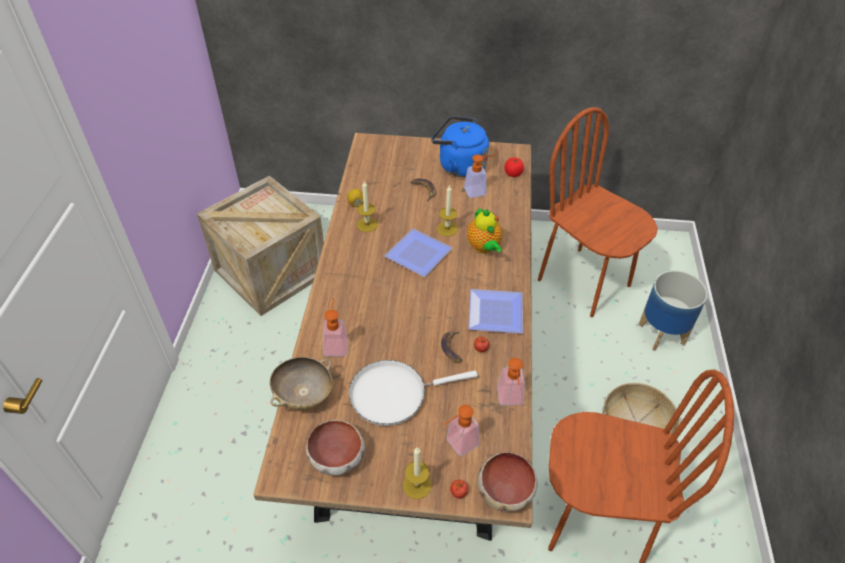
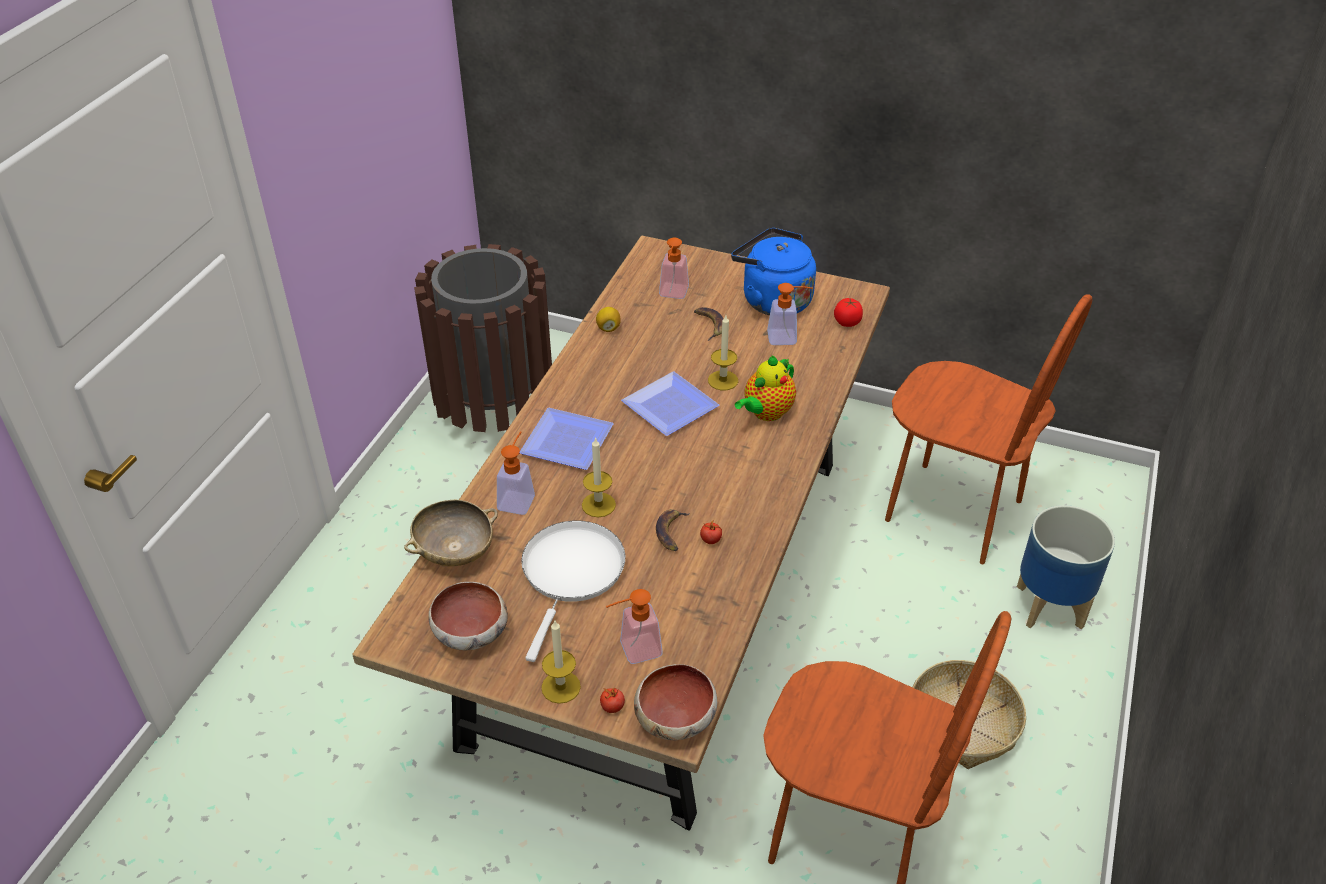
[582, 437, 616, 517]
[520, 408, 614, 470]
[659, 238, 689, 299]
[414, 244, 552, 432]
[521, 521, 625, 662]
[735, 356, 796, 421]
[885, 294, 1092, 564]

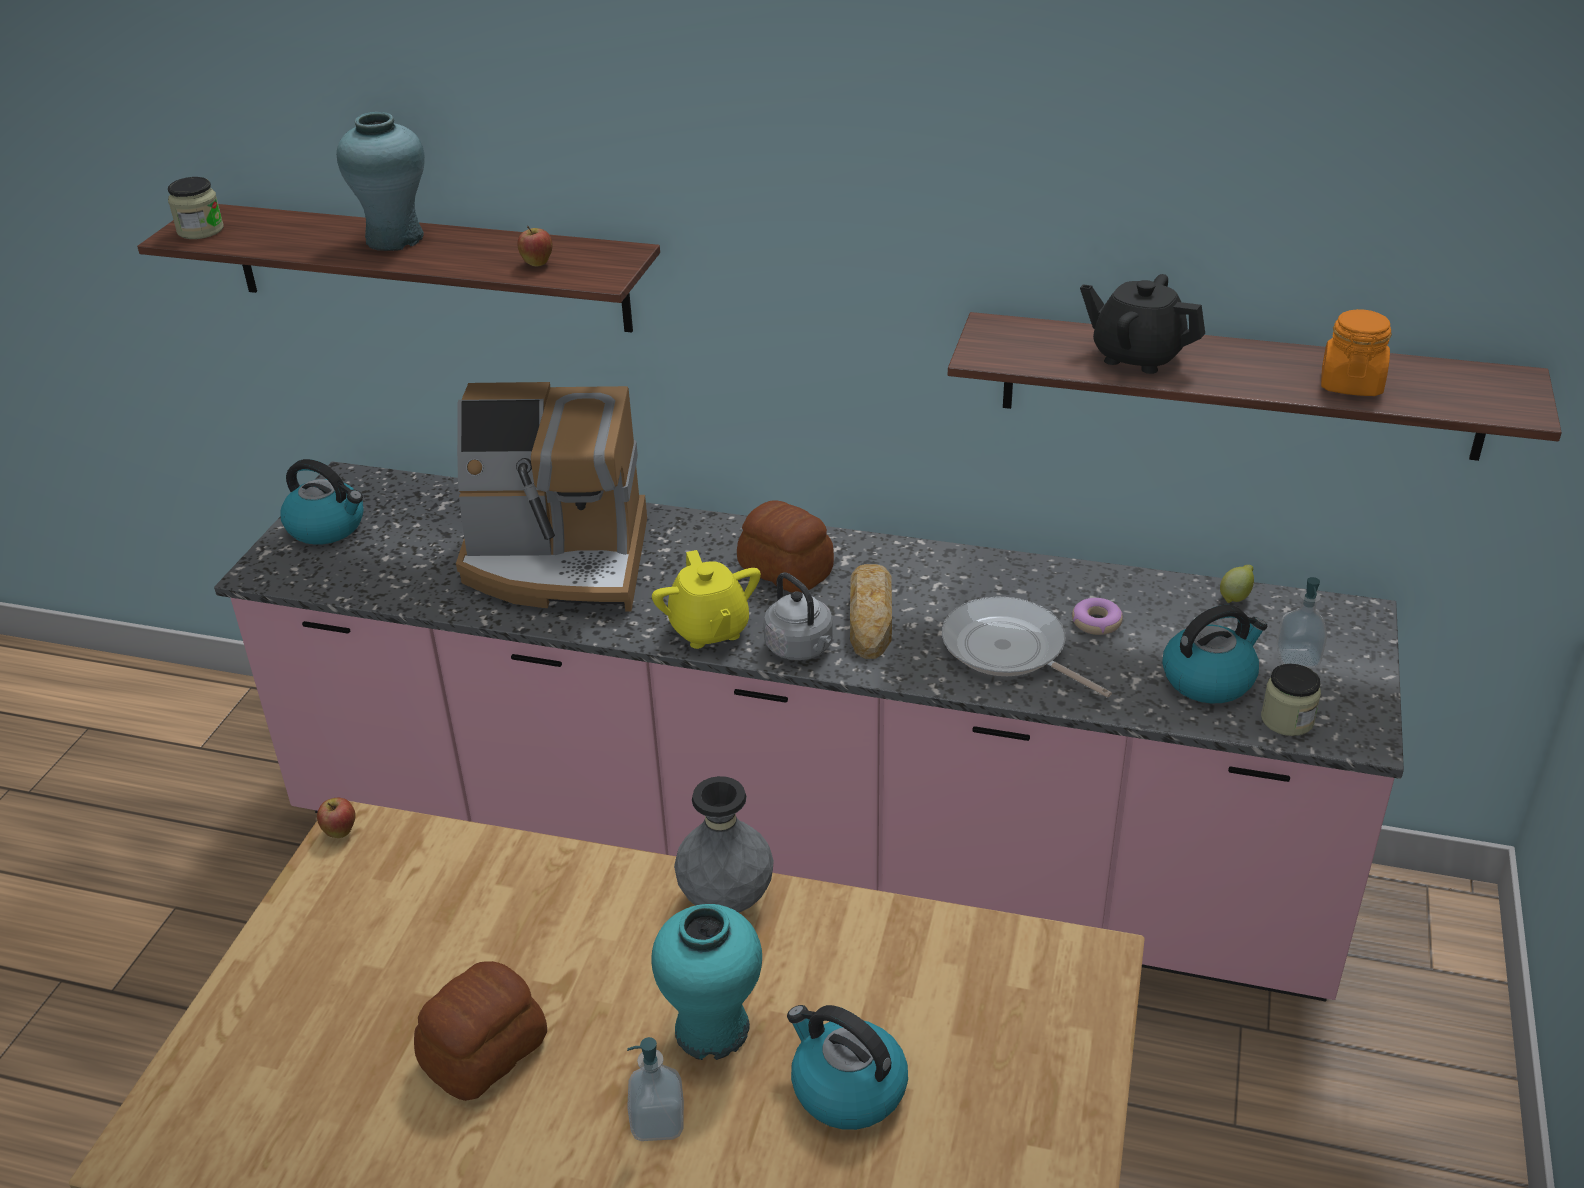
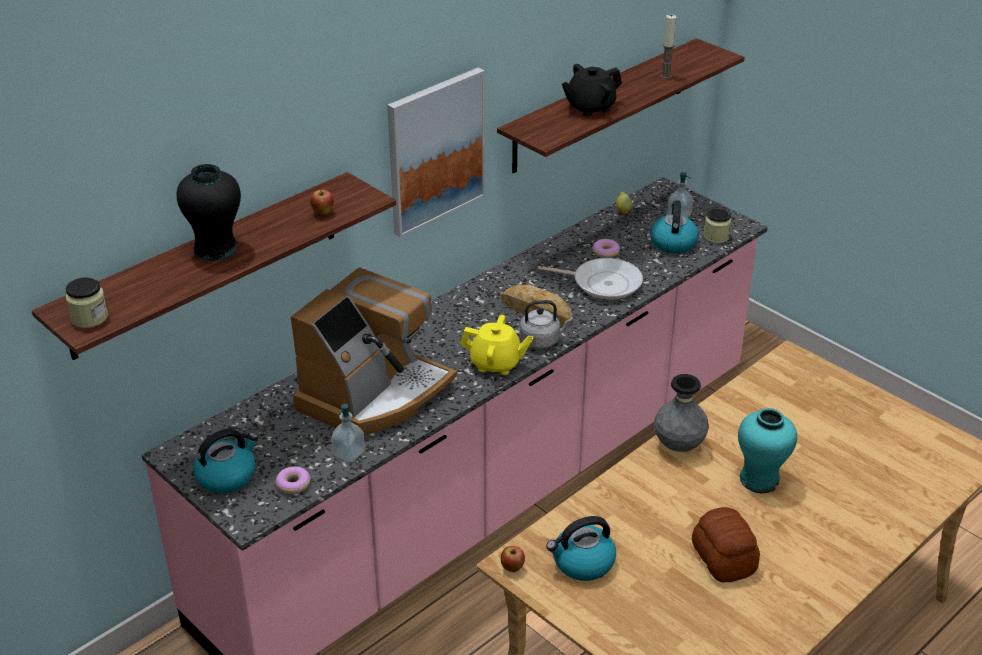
[737, 500, 834, 593] (first image)
[276, 466, 311, 494]
[387, 68, 485, 238]
[331, 404, 365, 462]
[546, 516, 616, 581]
[661, 14, 677, 79]
[177, 164, 241, 261]
[538, 258, 643, 299]

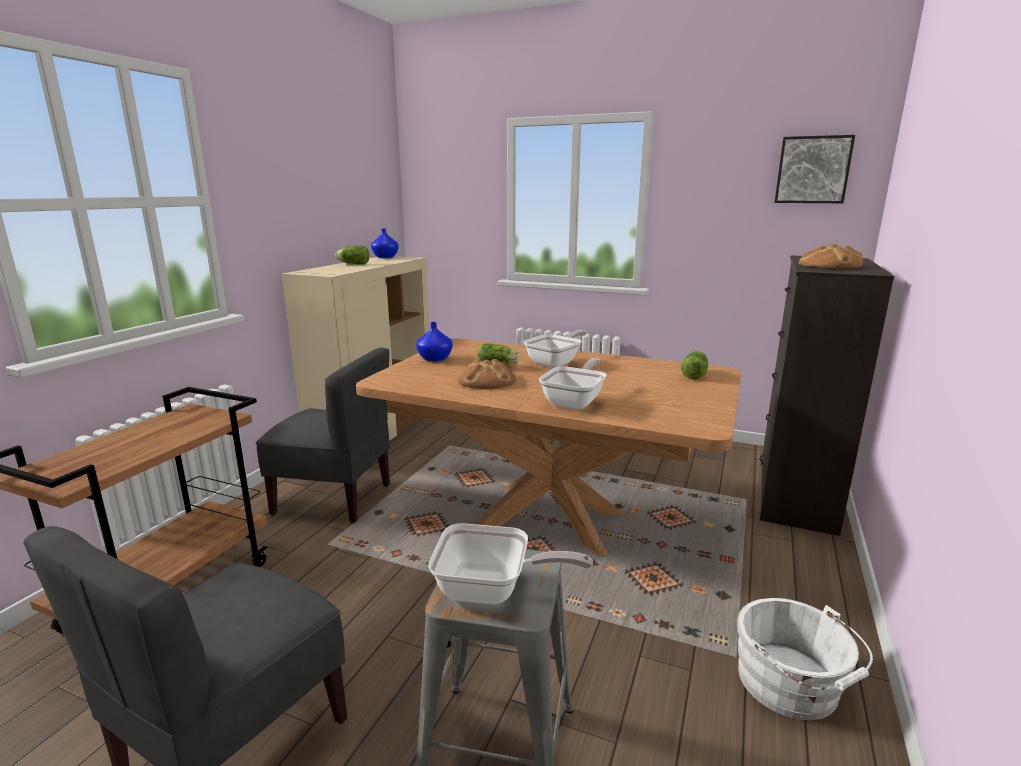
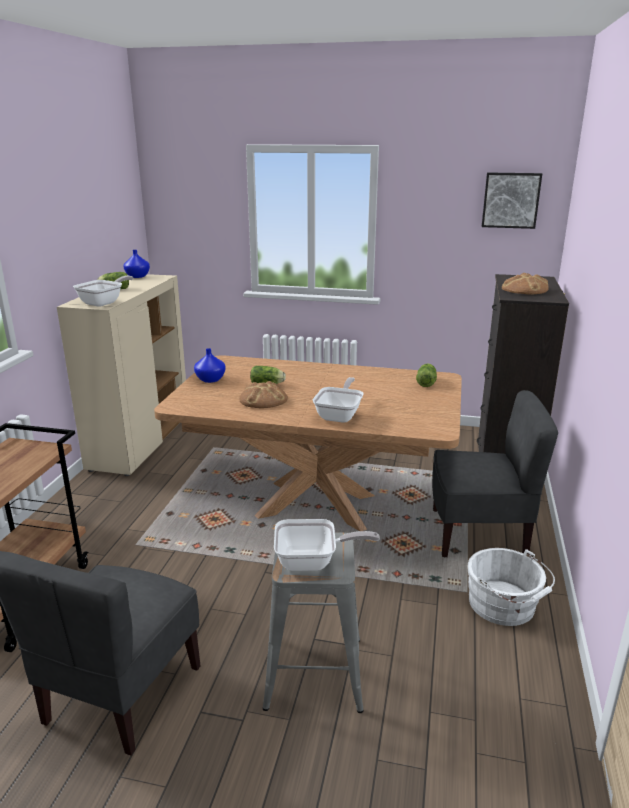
[432, 390, 558, 557]
[73, 276, 133, 307]

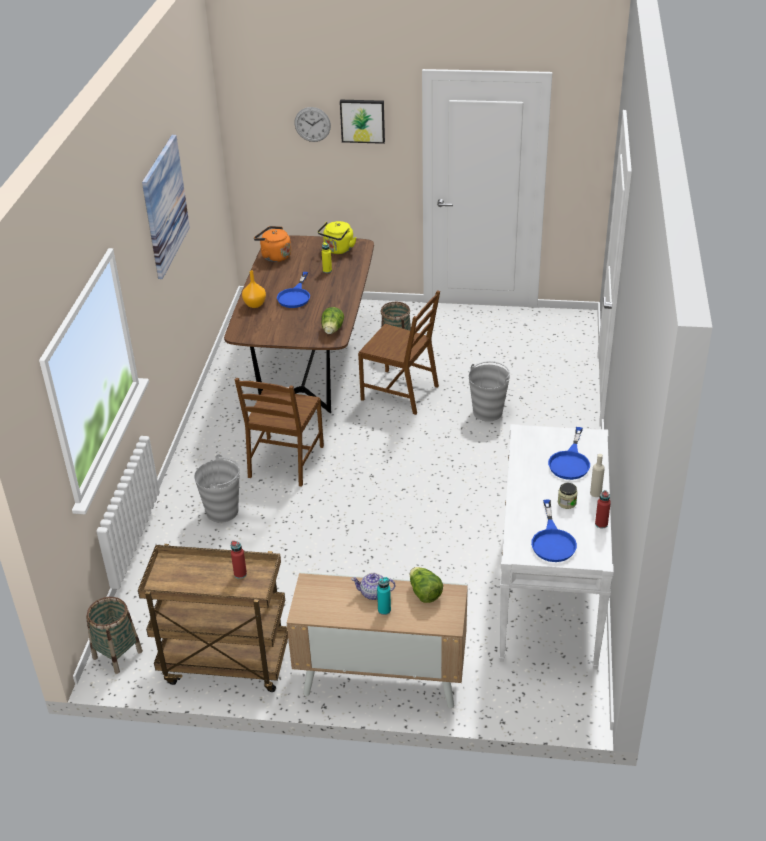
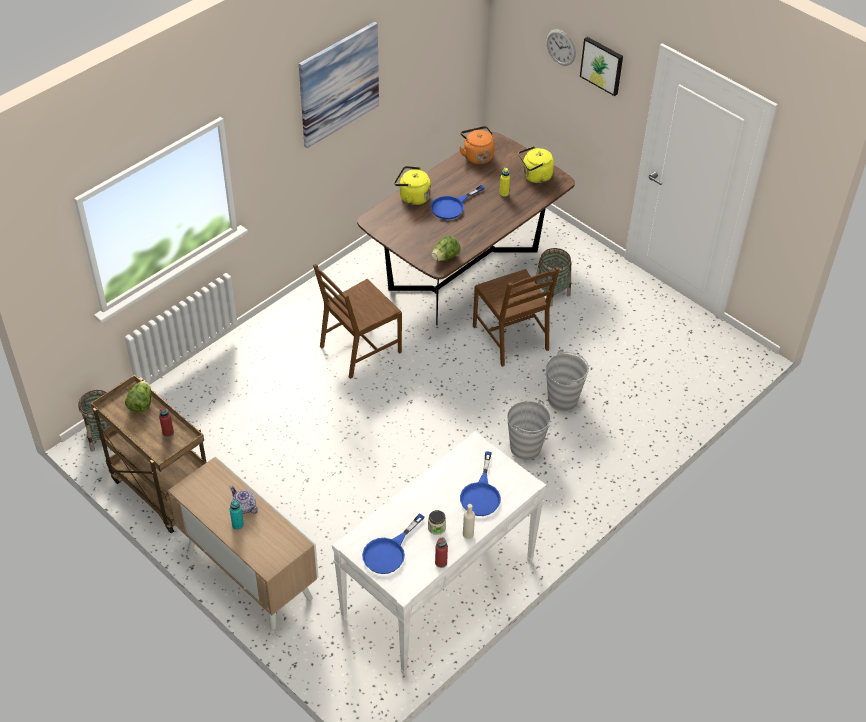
[507, 400, 551, 460]
[125, 381, 152, 413]
[394, 166, 431, 205]
[460, 451, 501, 516]

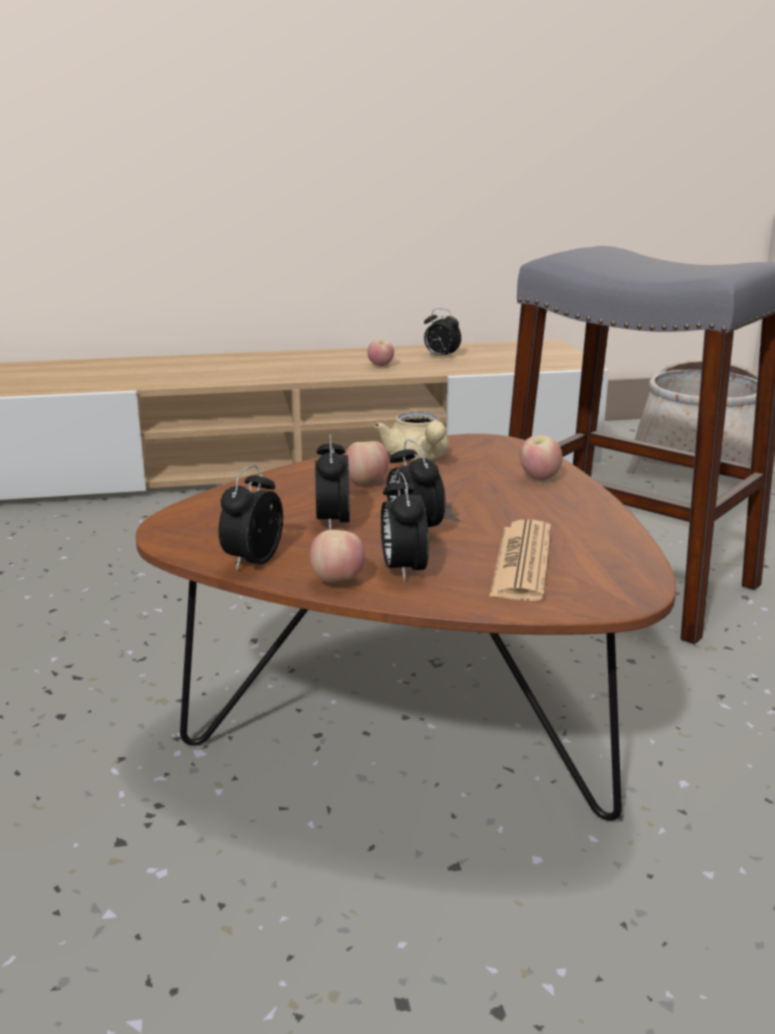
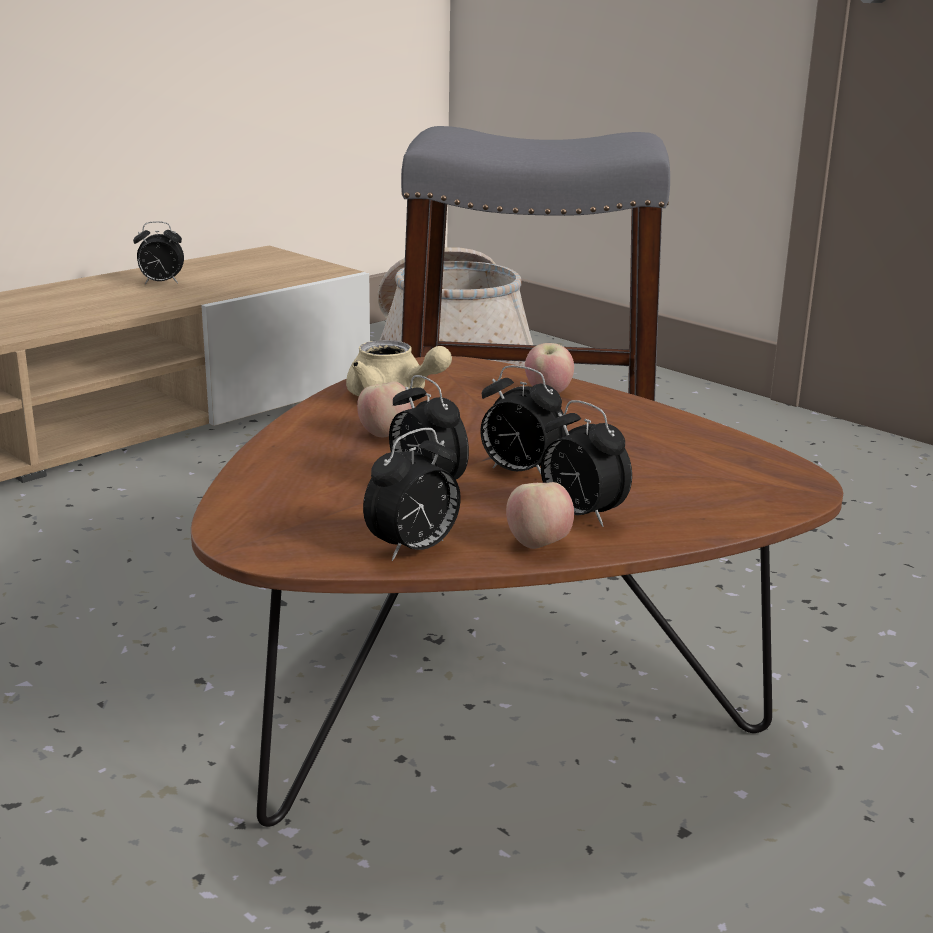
[367, 339, 394, 366] (first image)
[489, 519, 551, 601] (first image)
[363, 428, 461, 561]

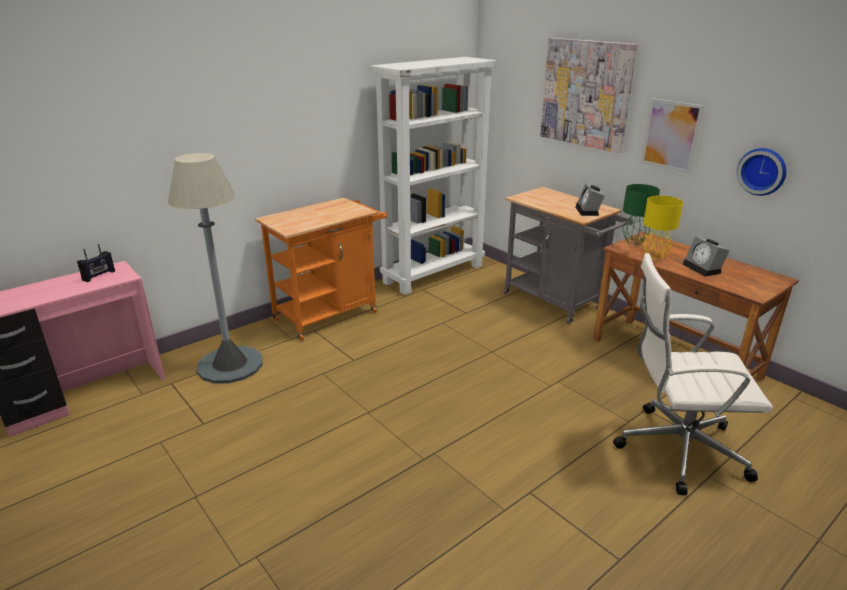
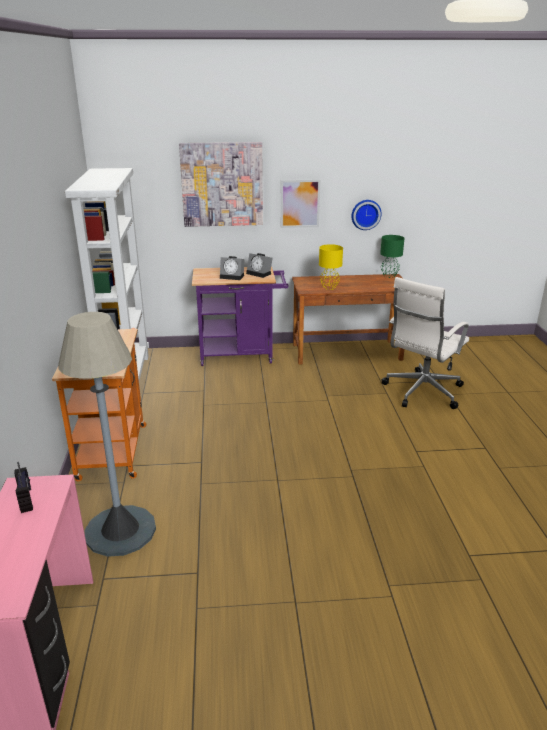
[380, 235, 405, 278]
[220, 256, 245, 280]
[192, 266, 288, 366]

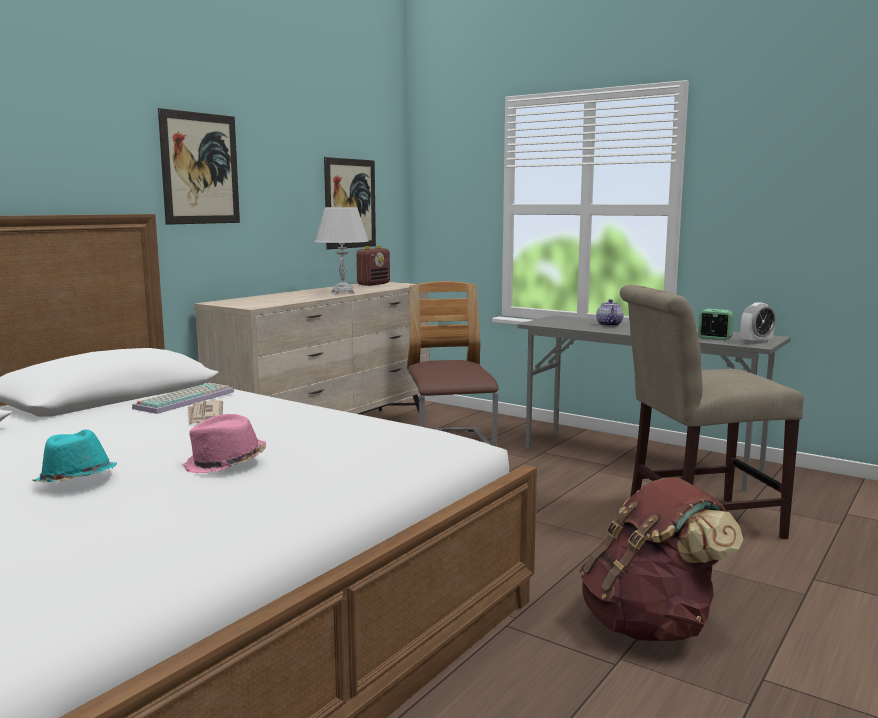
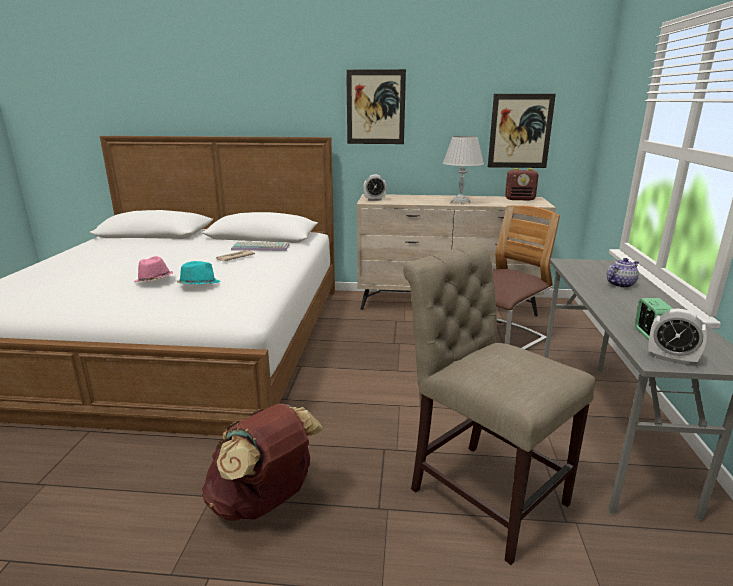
[363, 175, 387, 201]
[177, 261, 220, 285]

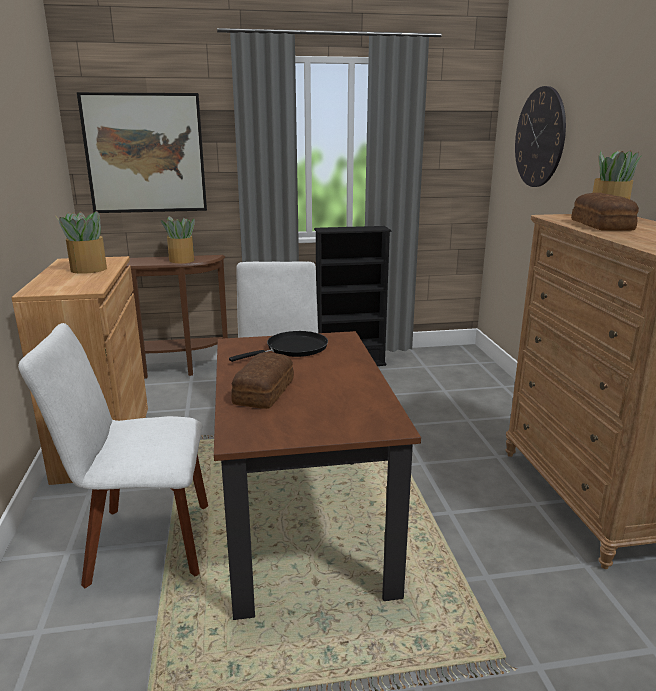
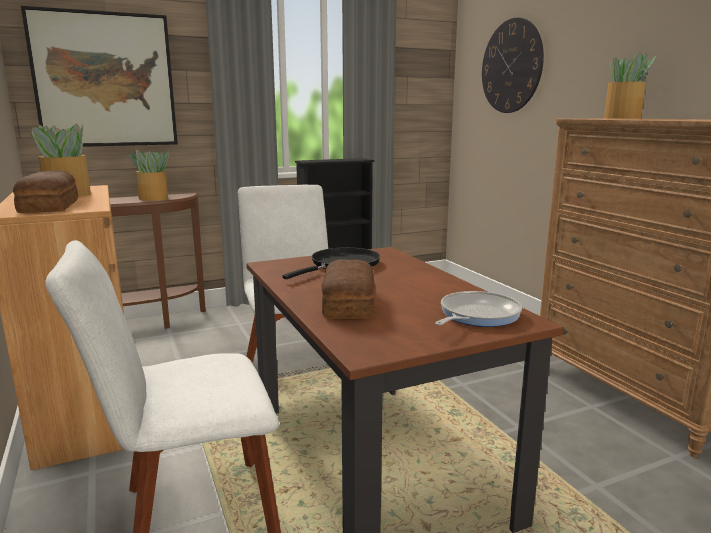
[435, 291, 522, 327]
[13, 171, 78, 213]

